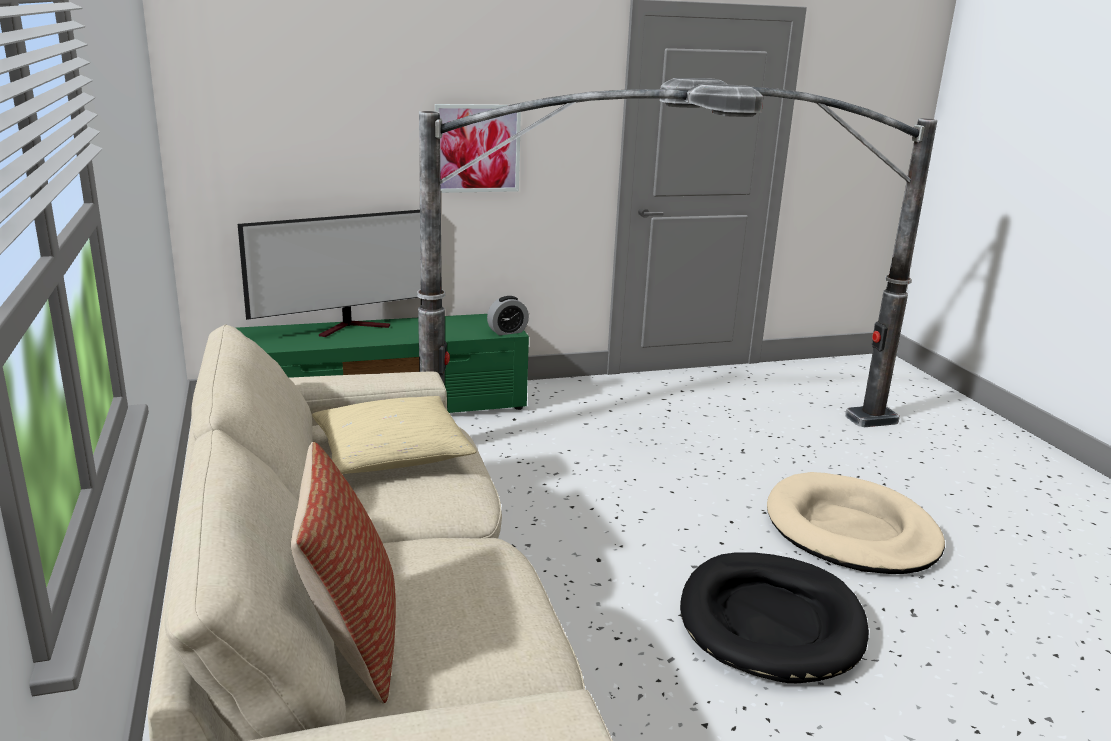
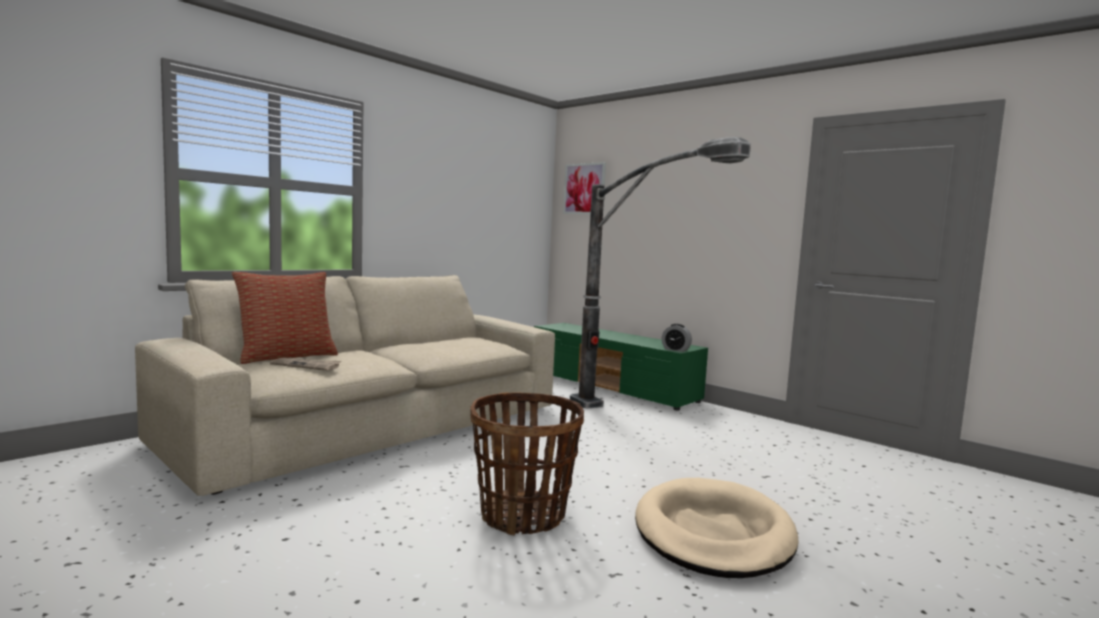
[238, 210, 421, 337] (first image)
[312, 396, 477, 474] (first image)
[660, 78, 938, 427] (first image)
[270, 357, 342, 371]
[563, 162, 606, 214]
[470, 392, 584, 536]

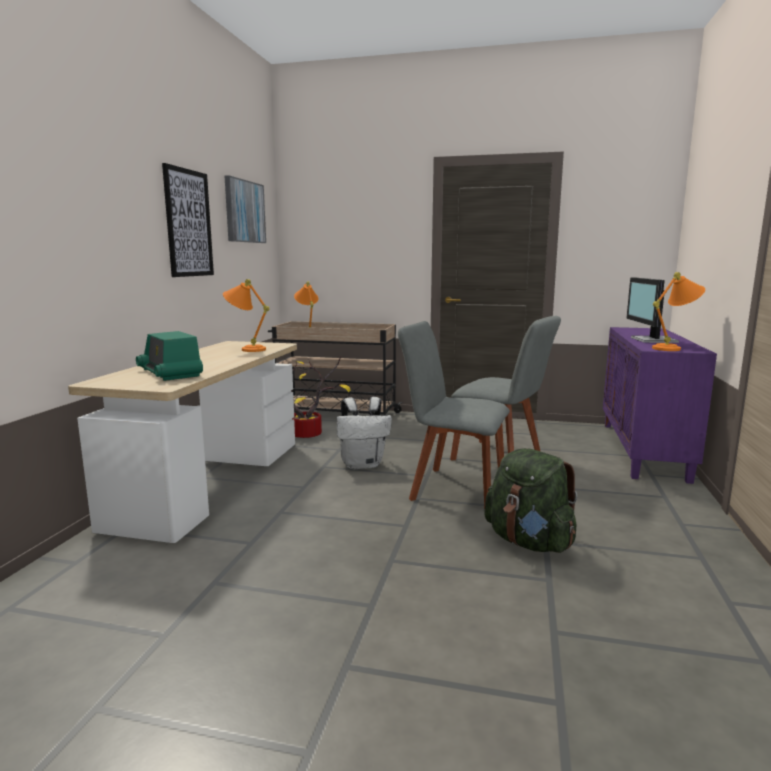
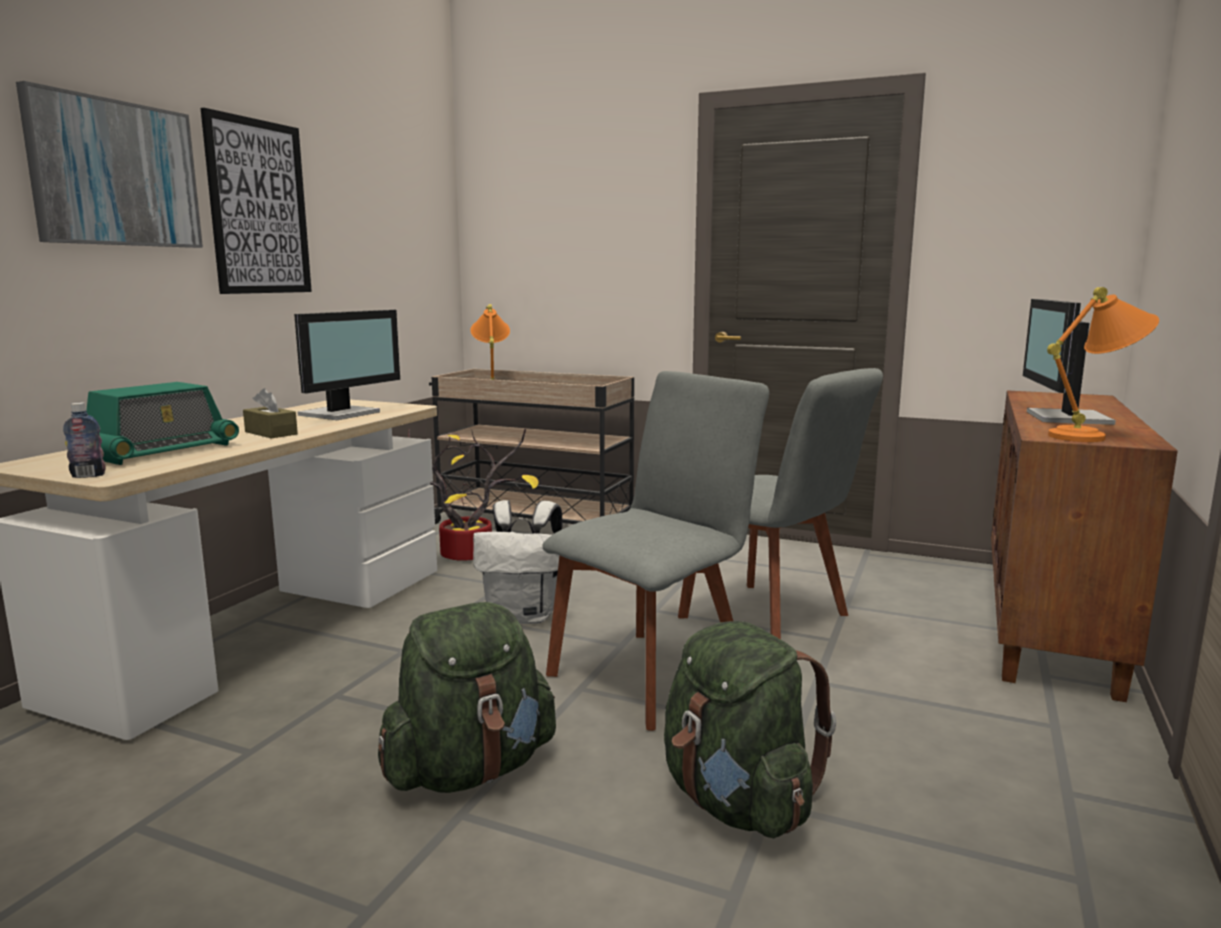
[63, 403, 106, 478]
[243, 388, 298, 439]
[378, 602, 556, 793]
[16, 81, 203, 248]
[294, 310, 400, 420]
[991, 390, 1178, 702]
[86, 382, 239, 465]
[542, 371, 769, 731]

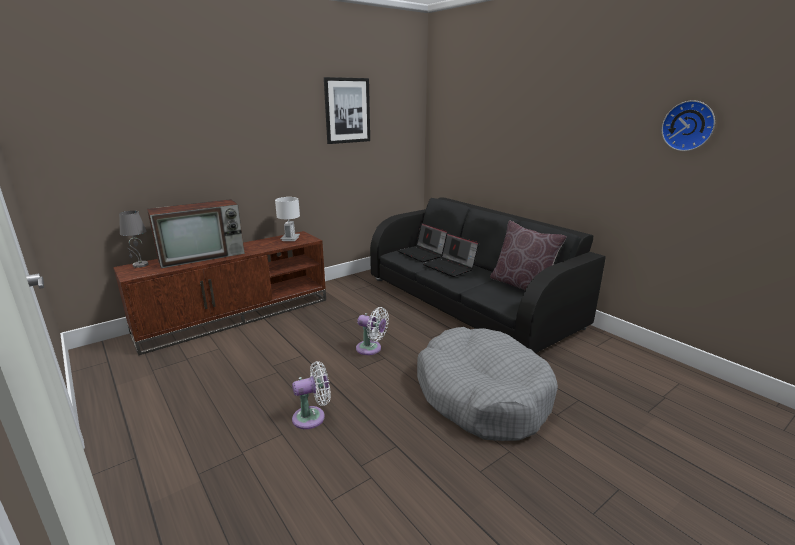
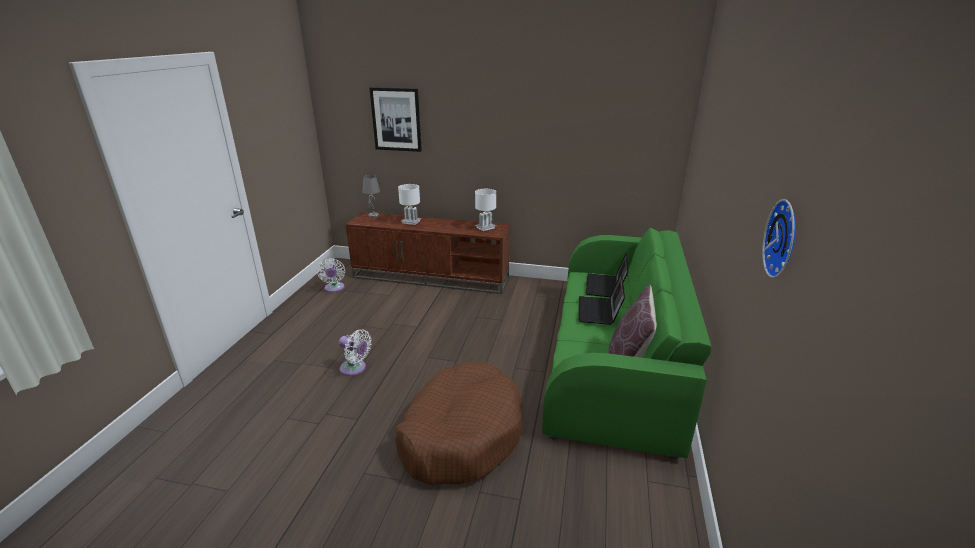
[369, 87, 422, 152]
[317, 258, 345, 292]
[398, 184, 422, 225]
[542, 228, 711, 460]
[395, 362, 523, 485]

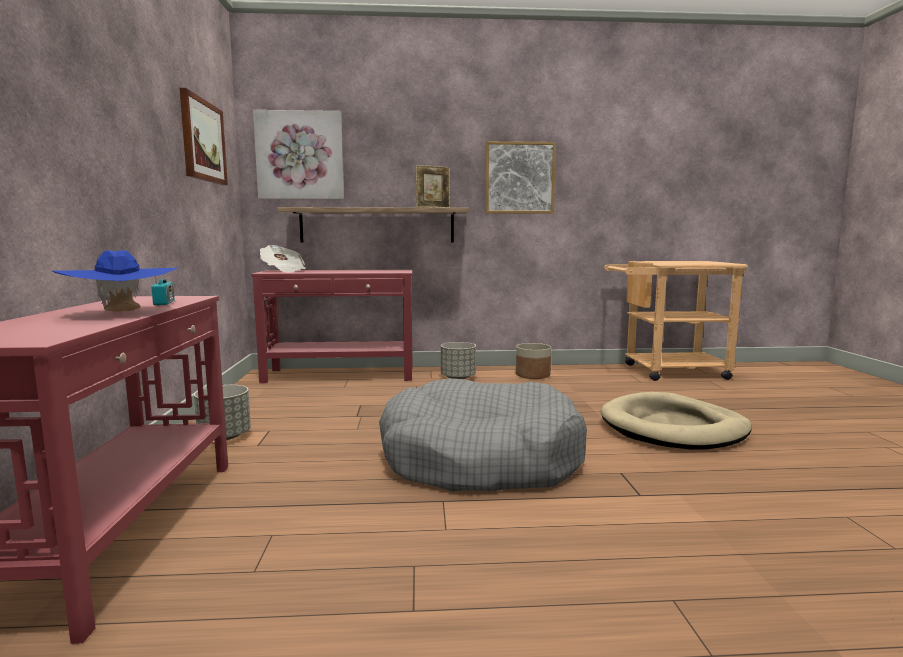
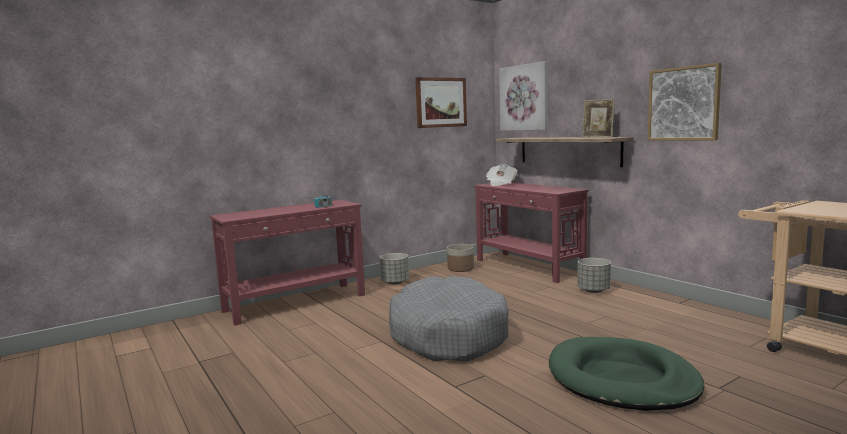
[52, 250, 177, 313] (first image)
[447, 244, 474, 272]
[549, 337, 704, 411]

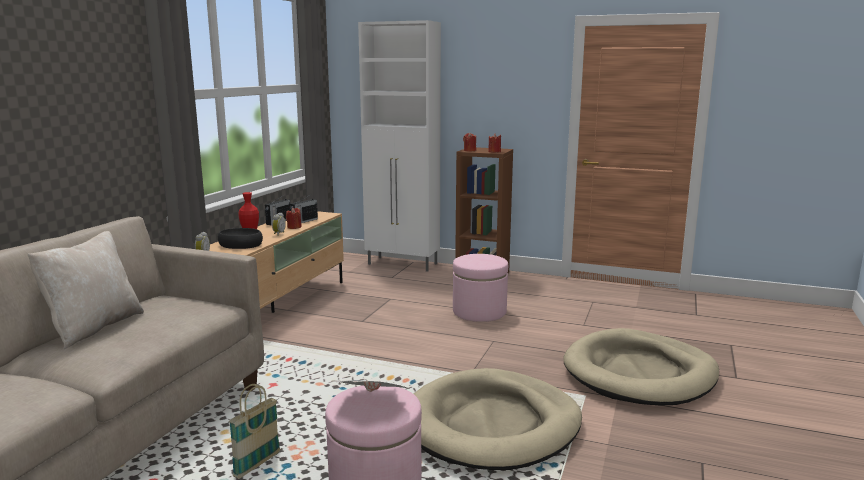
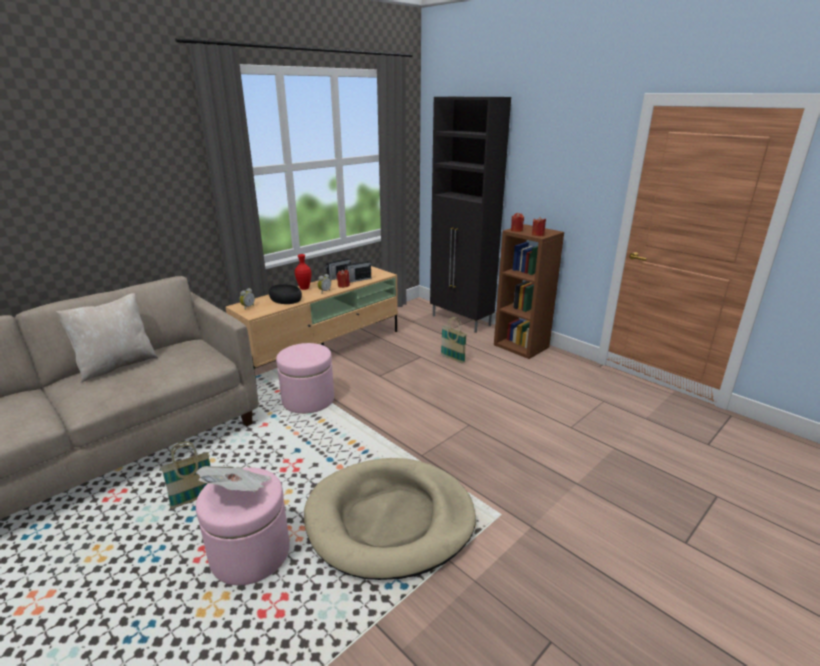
[564, 328, 719, 406] (first image)
[441, 317, 467, 363]
[276, 343, 334, 414]
[430, 97, 511, 333]

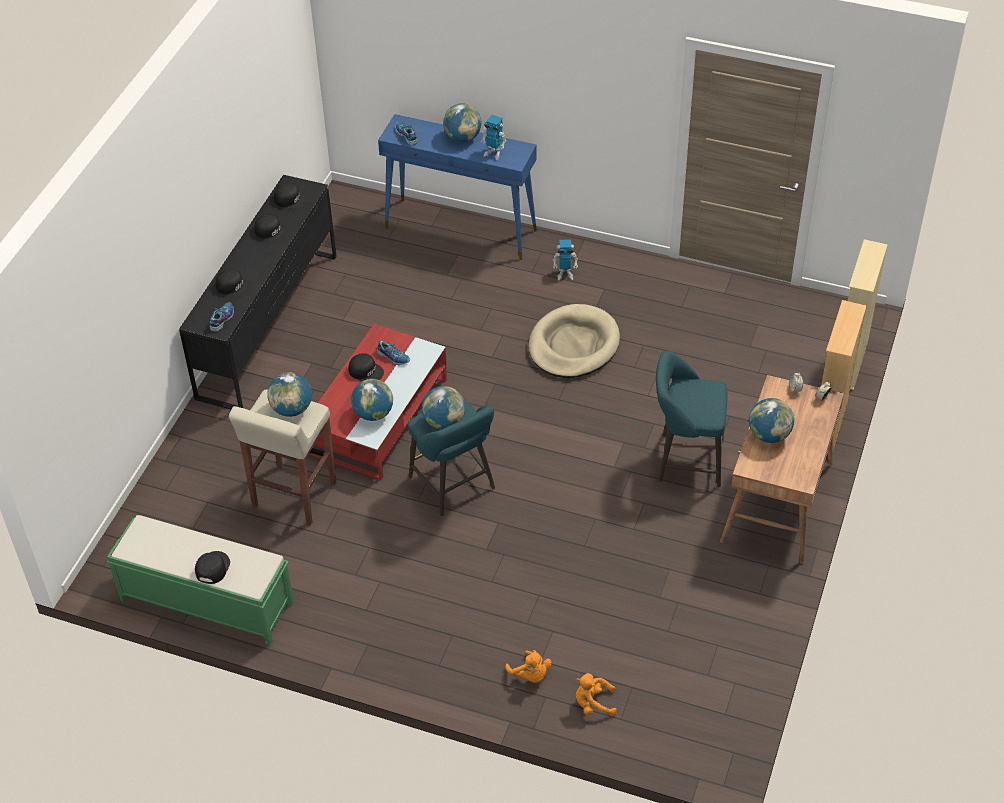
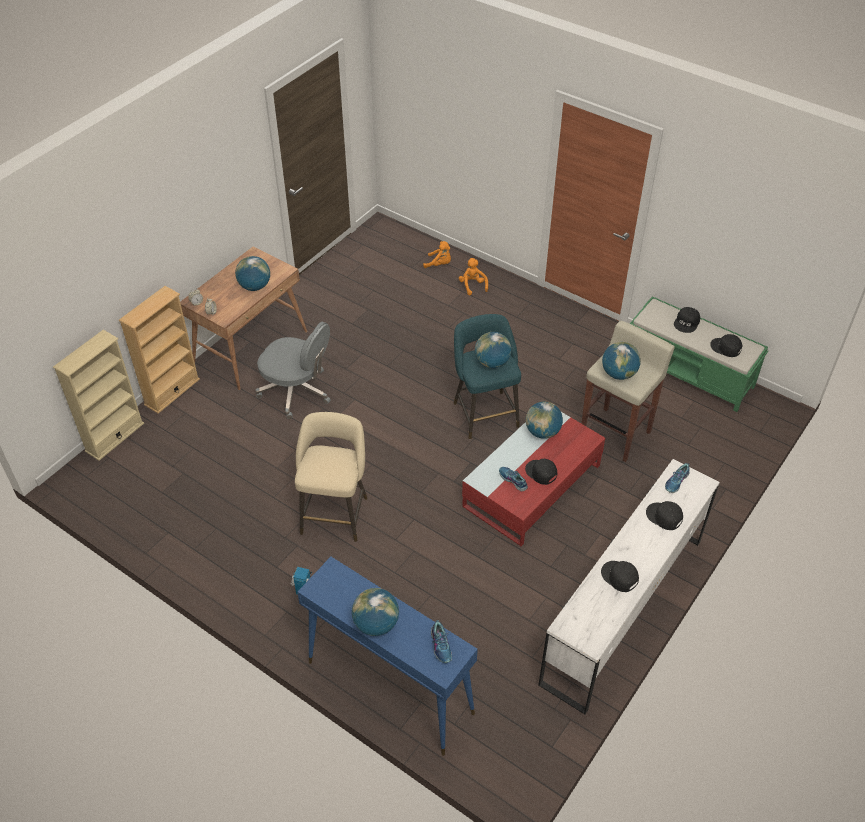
[481, 115, 506, 161] (first image)
[710, 334, 742, 357]
[295, 412, 368, 542]
[255, 322, 331, 419]
[538, 459, 720, 715]

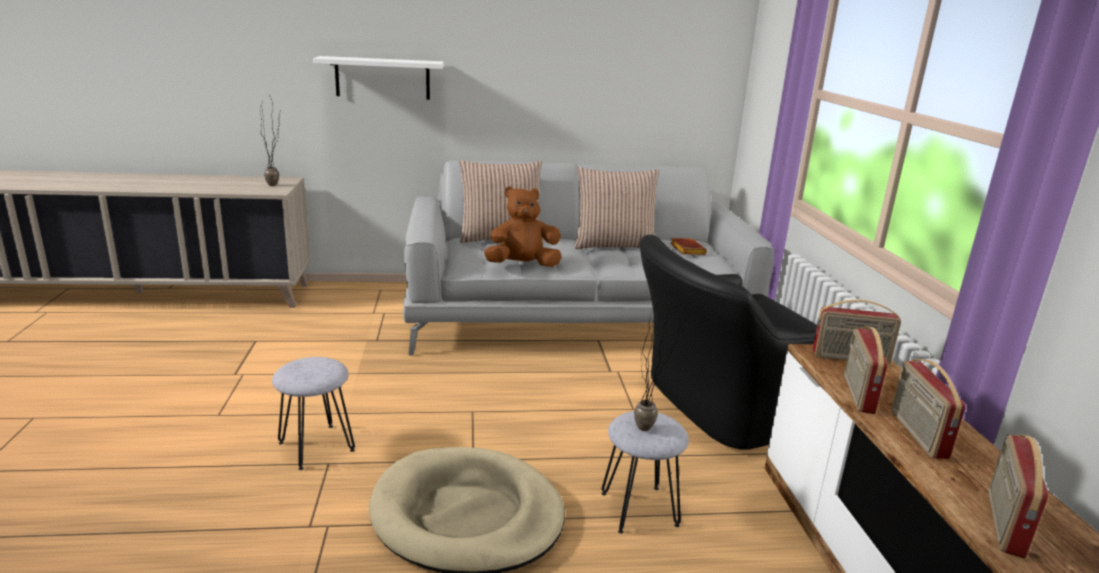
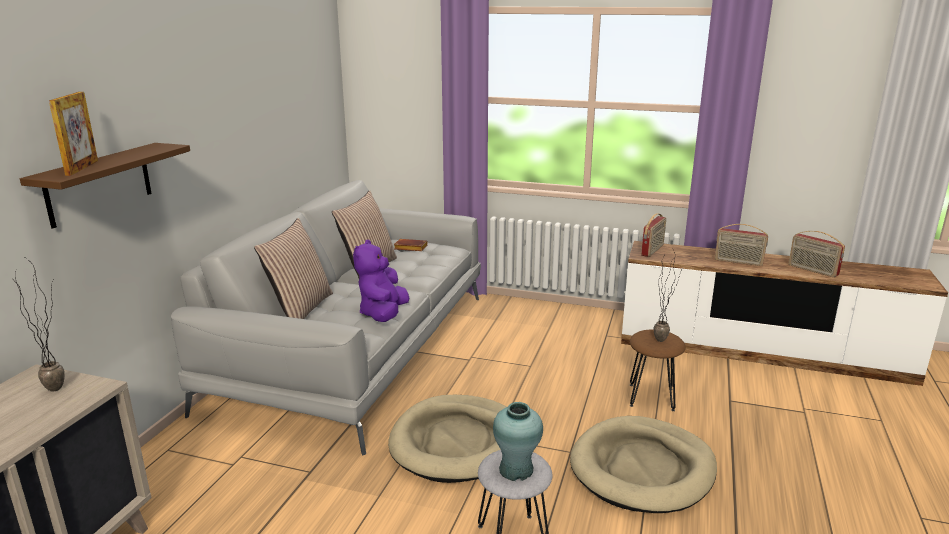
[640, 235, 817, 450] (first image)
[844, 326, 888, 414] (first image)
[49, 92, 98, 176]
[388, 395, 506, 483]
[493, 402, 543, 481]
[20, 143, 190, 229]
[353, 240, 409, 322]
[630, 329, 686, 411]

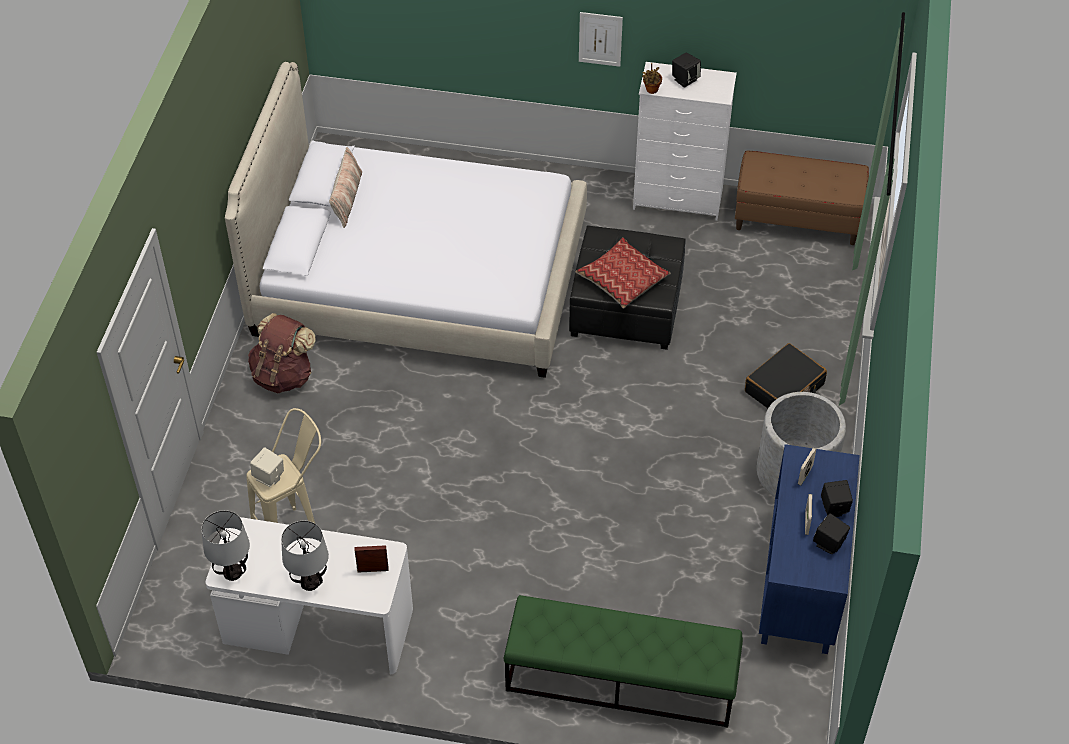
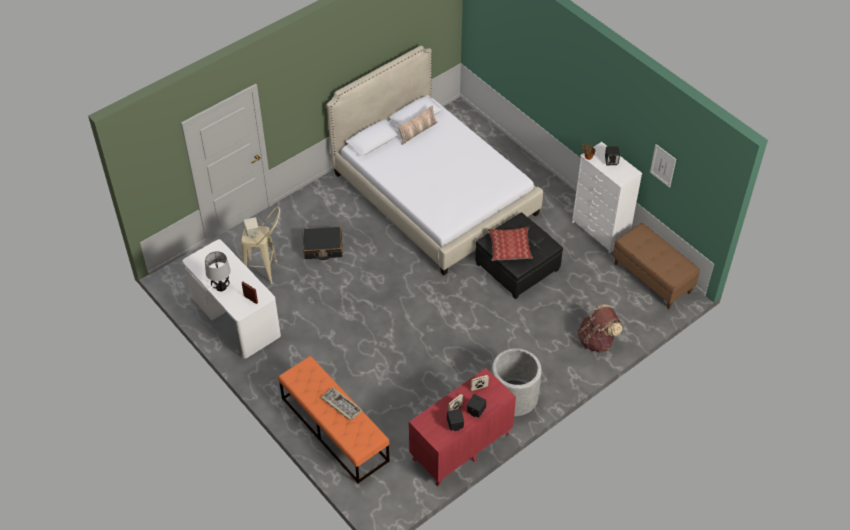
[201, 510, 250, 581] (first image)
[322, 387, 362, 420]
[578, 305, 622, 353]
[650, 144, 676, 188]
[303, 227, 343, 260]
[278, 356, 390, 483]
[409, 368, 516, 486]

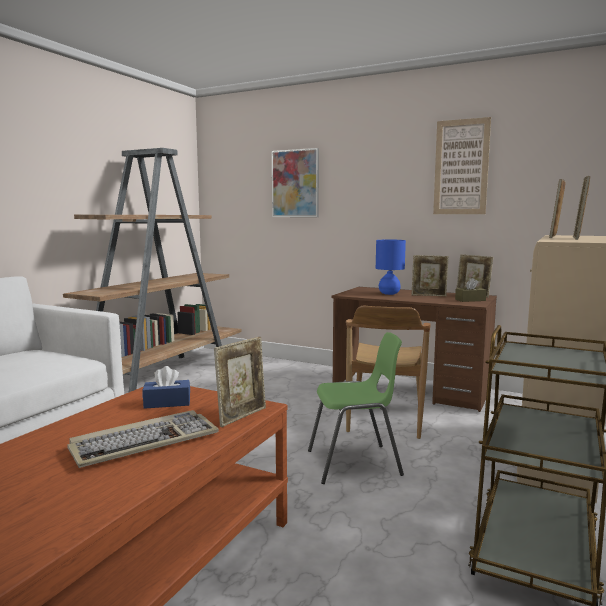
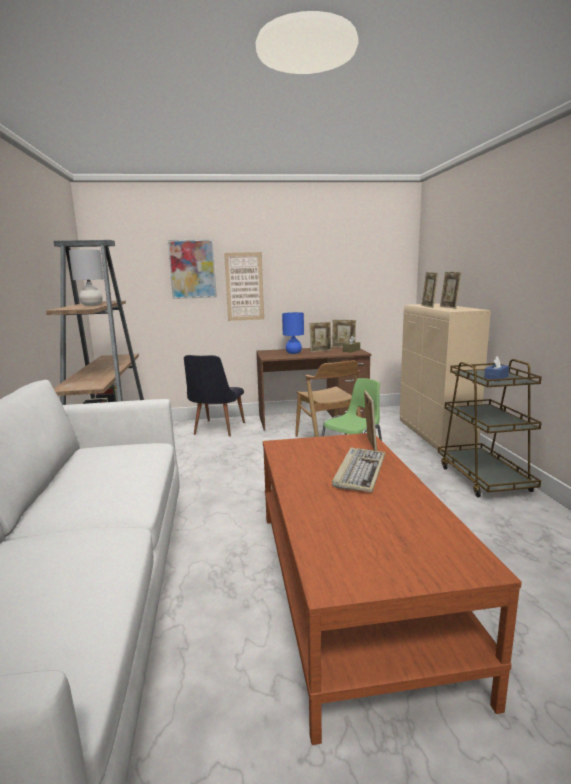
[69, 249, 104, 306]
[184, 355, 245, 437]
[484, 356, 509, 382]
[224, 252, 264, 321]

